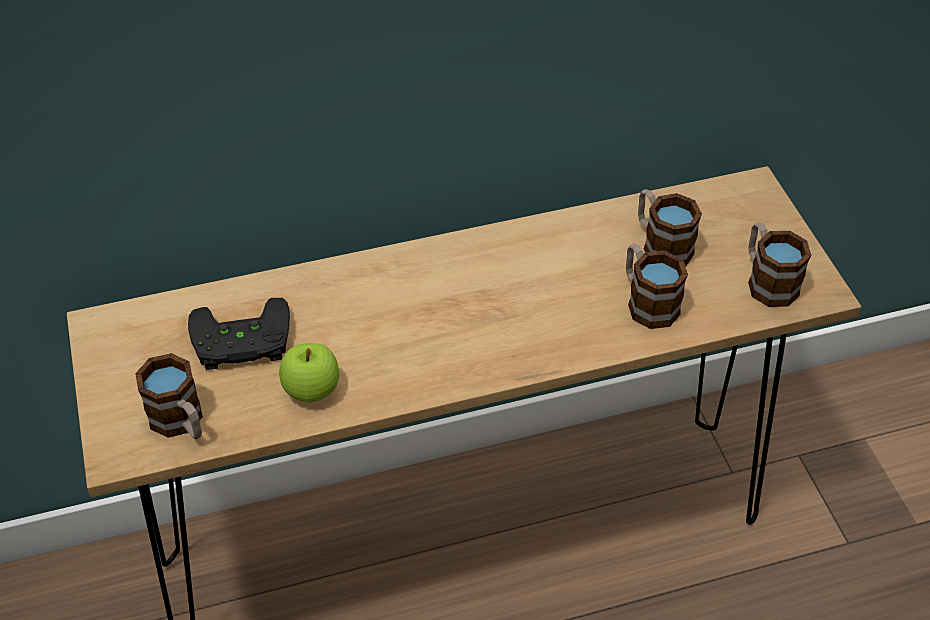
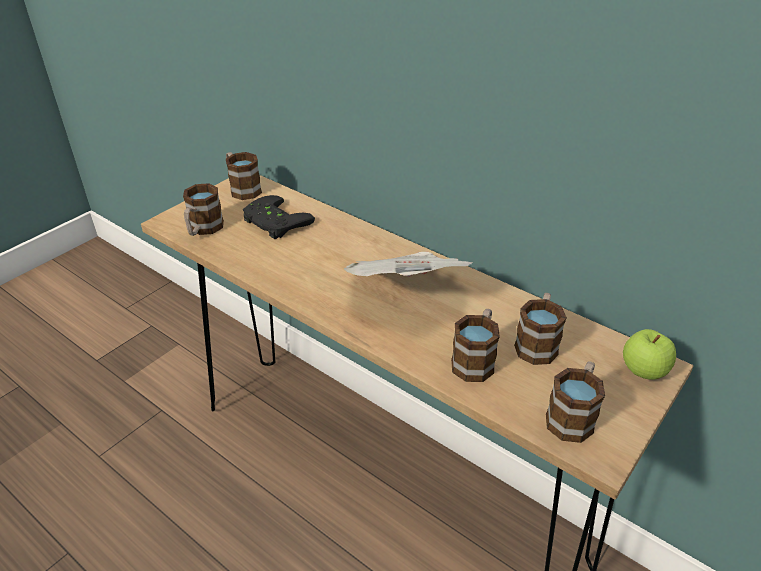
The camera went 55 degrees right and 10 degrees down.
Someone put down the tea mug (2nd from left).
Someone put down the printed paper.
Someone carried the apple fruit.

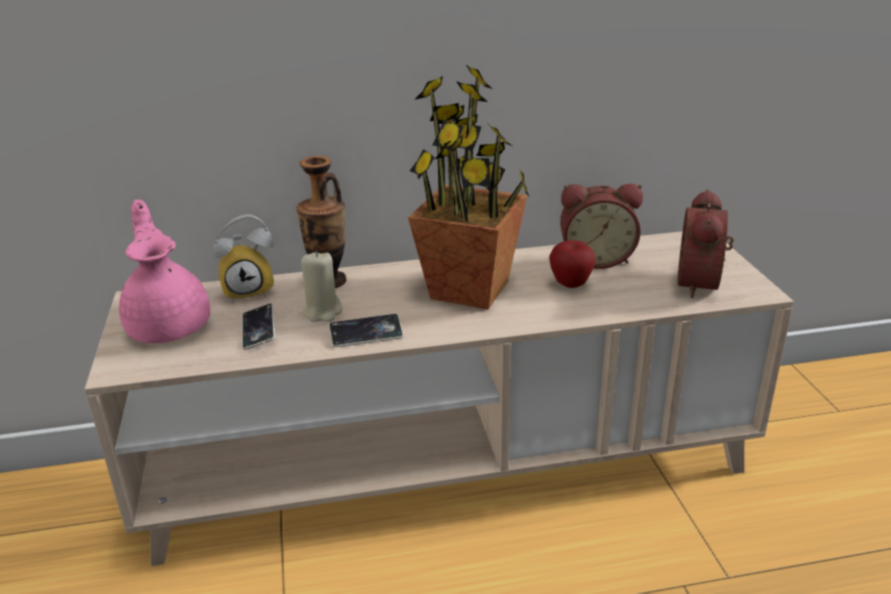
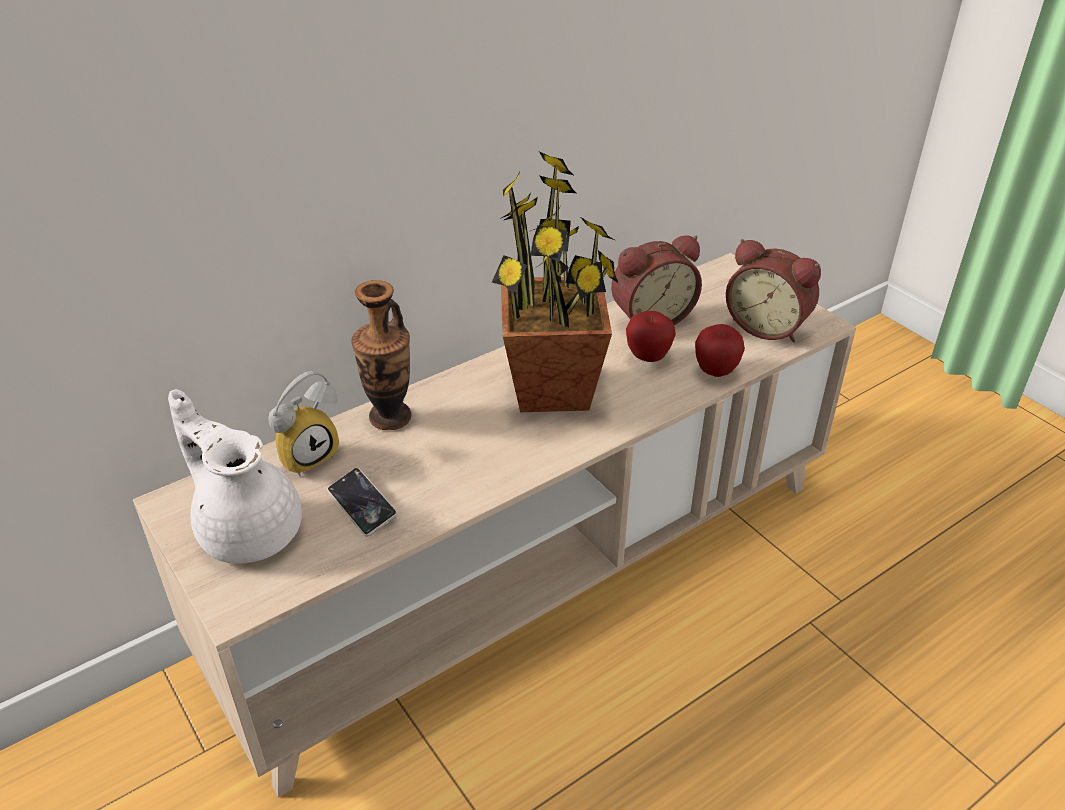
The camera went 25 degrees left and 10 degrees up.
Someone took away the wax light/sand-coloured.
Someone took away the handset (2nd from left).
Someone put down the apple fruit (2nd from left).
Someone repainted the pot for tea/pinkish, which became the pot for tea/white.
Someone rotated the bedside clock (3rd from left) by 45 degrees counterclockwise.

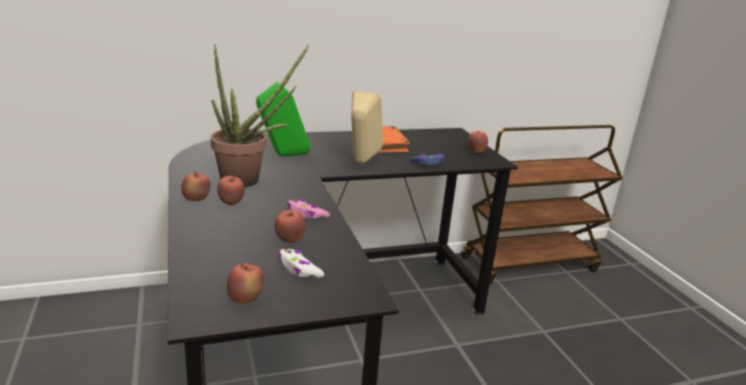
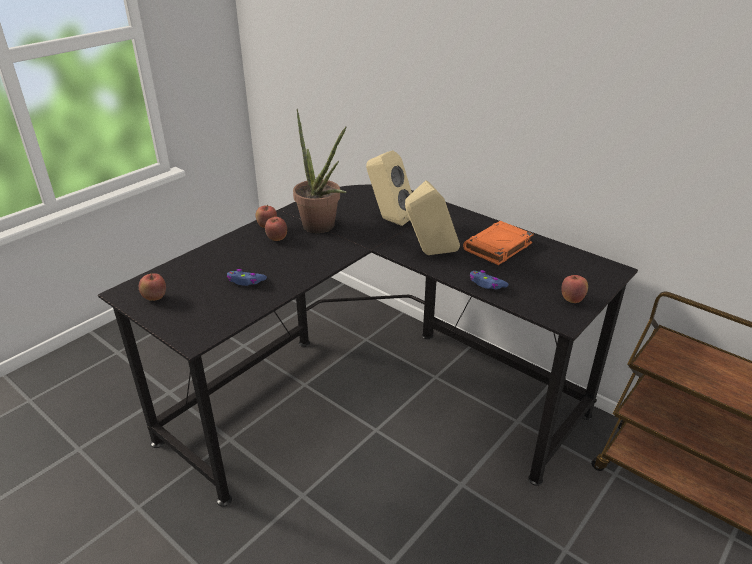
The camera went 60 degrees right and 10 degrees up.
Someone took away the joypad/white.
Someone took away the joypad/pinkish.
Someone swapped the apple fruit (4th from left) for the joypad/blue-coloured (1st from left).
Someone repainted the speaker/green-coloured, which became the speaker/sand-coloured (1st from left).

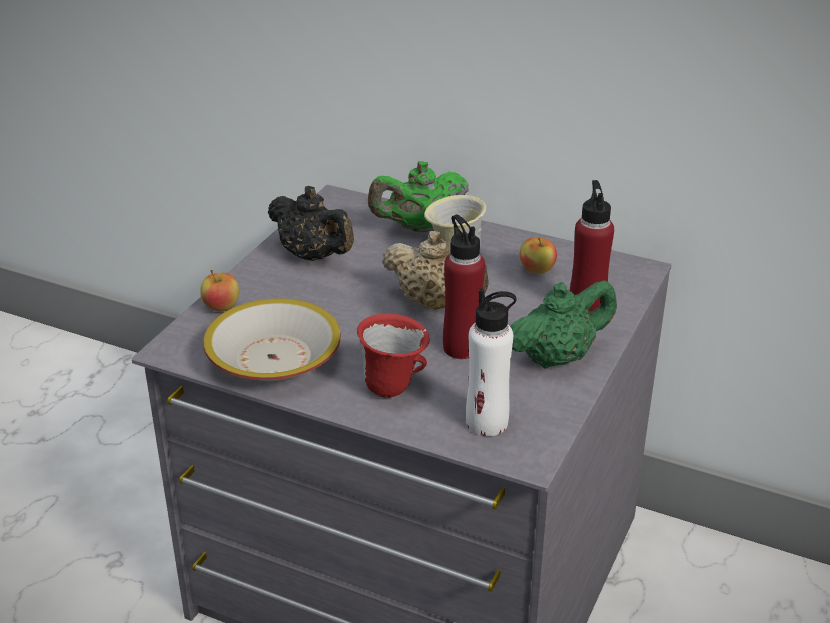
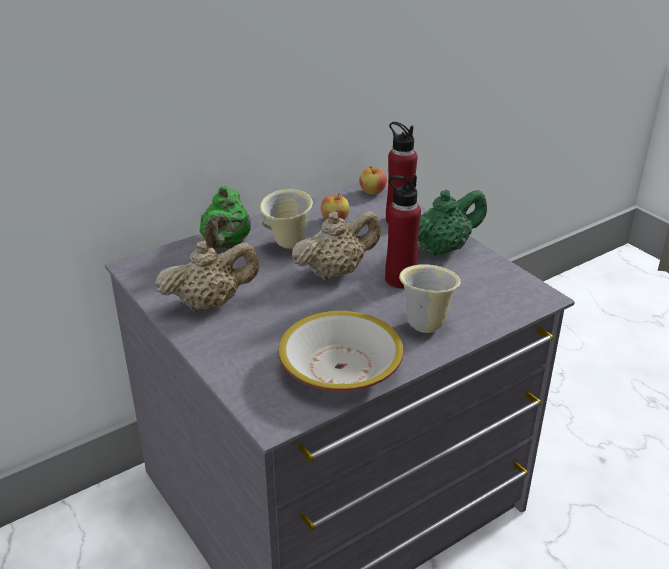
The camera went 60 degrees left and 0 degrees up.
Someone took away the drink bottle/white.
Someone carried the apple fruit (1st from left in the first image).
Someone repainted the pot for tea/blackish, which became the pot for tea/sand-coloured (1st from left).
Someone repainted the tea mug/red, which became the tea mug/sand-coloured (2nd from left).
Someone rotated the pot for tea/green-coloured (2nd from left) by 60 degrees clockwise.

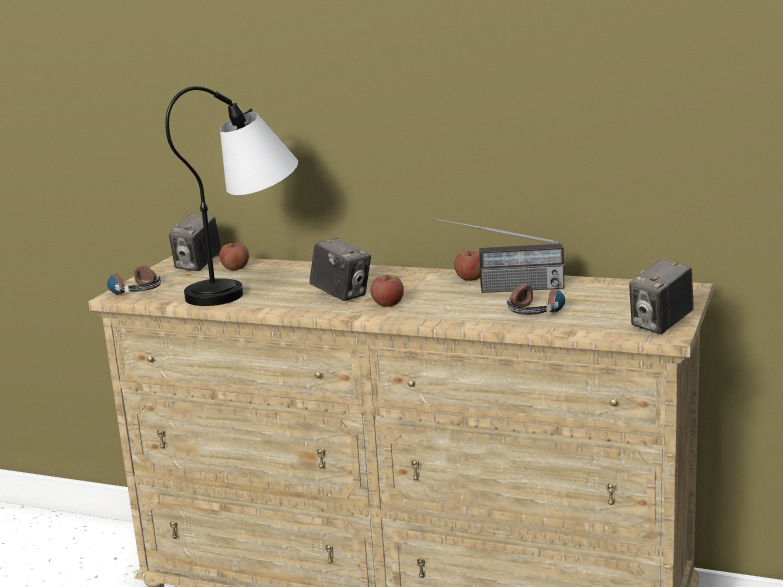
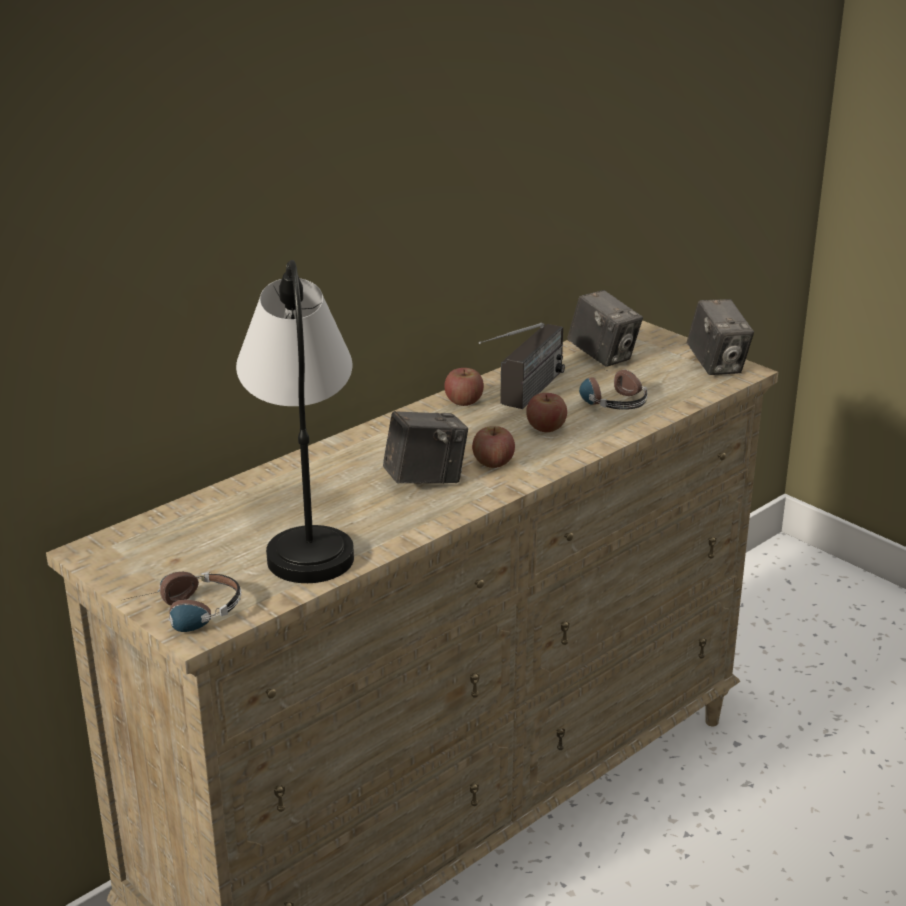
The camera went 65 degrees left and 10 degrees up.
Someone carried the still camera (1st from left in the first image).
Someone carried the apple fruit (1st from left in the first image).

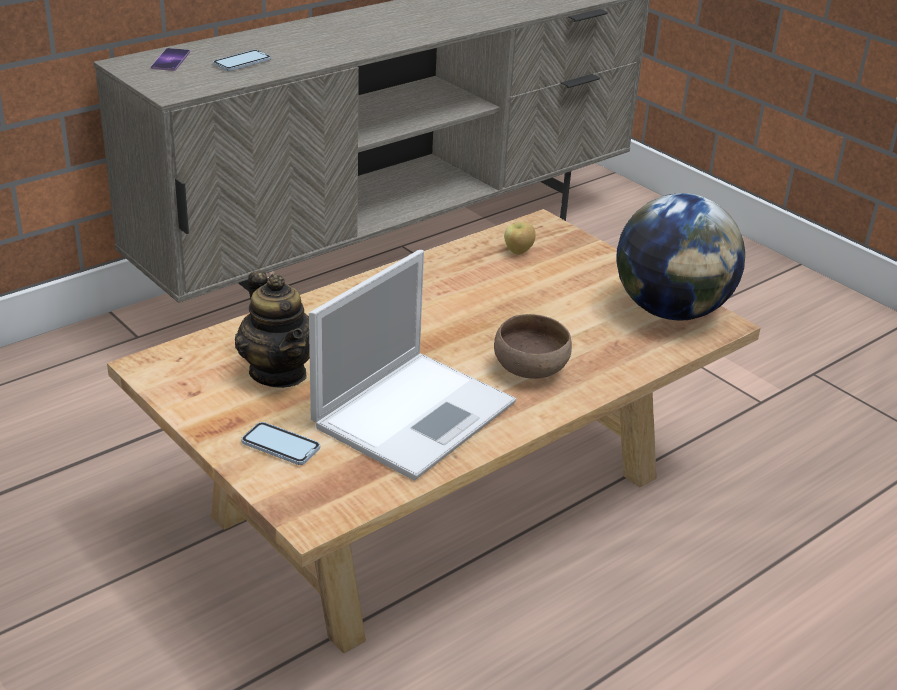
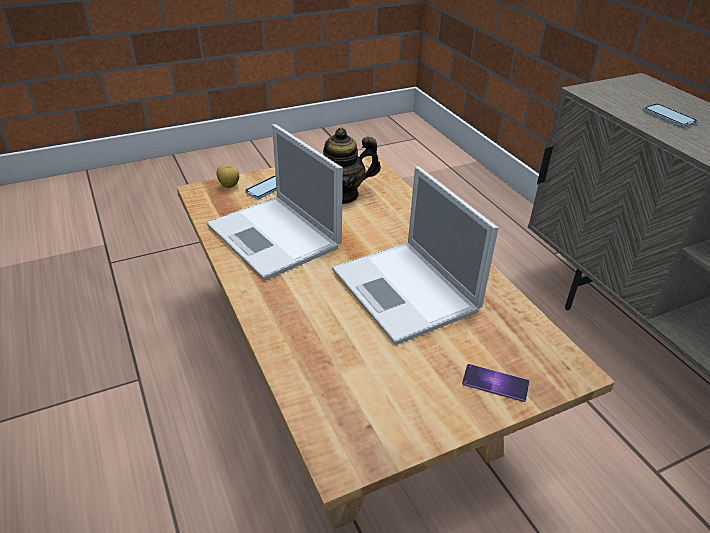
The camera went 105 degrees right and 5 degrees up.
Someone took away the serving bowl/brown-coloured.
Someone took away the globe.
Someone put down the notebook computer (2nd from left).
Someone carried the handset (1st from left in the first image).
Someone carried the apple fruit.

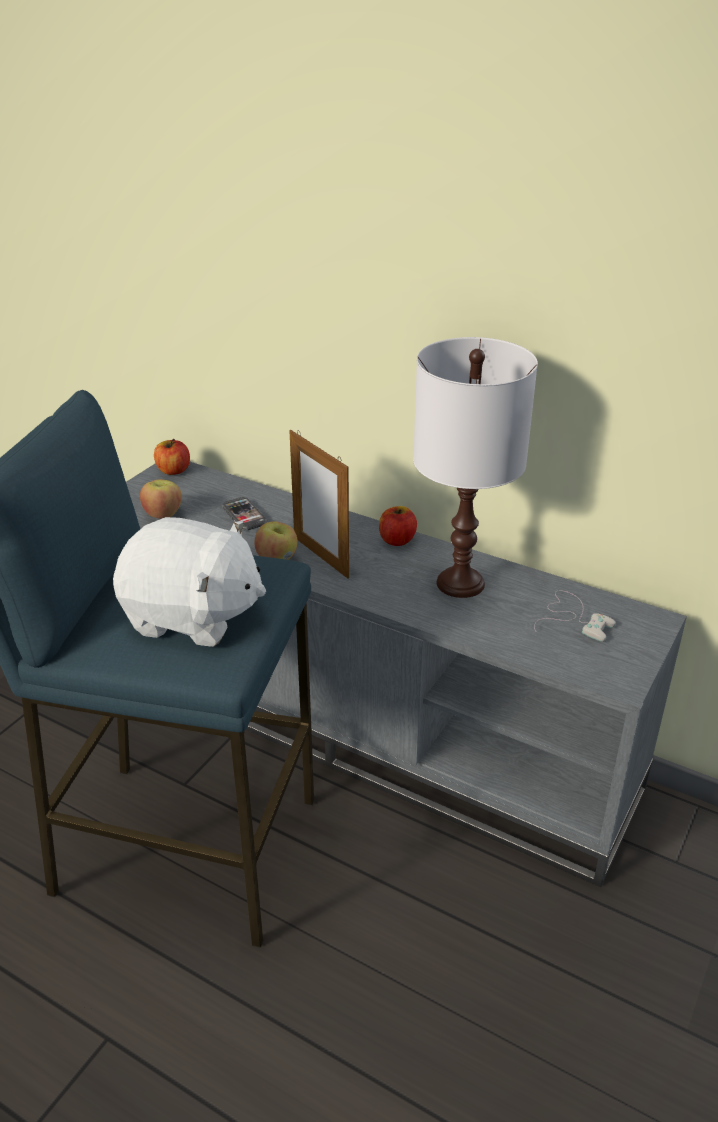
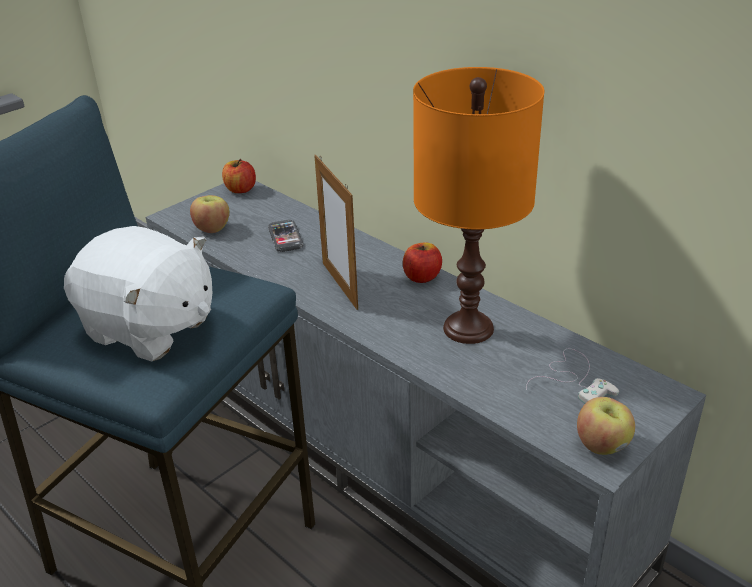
The camera went 15 degrees right and 0 degrees up.
Someone carried the apple fruit (3rd from left in the first image).
Someone repainted the lamp for a table/white, which became the lamp for a table/orange.

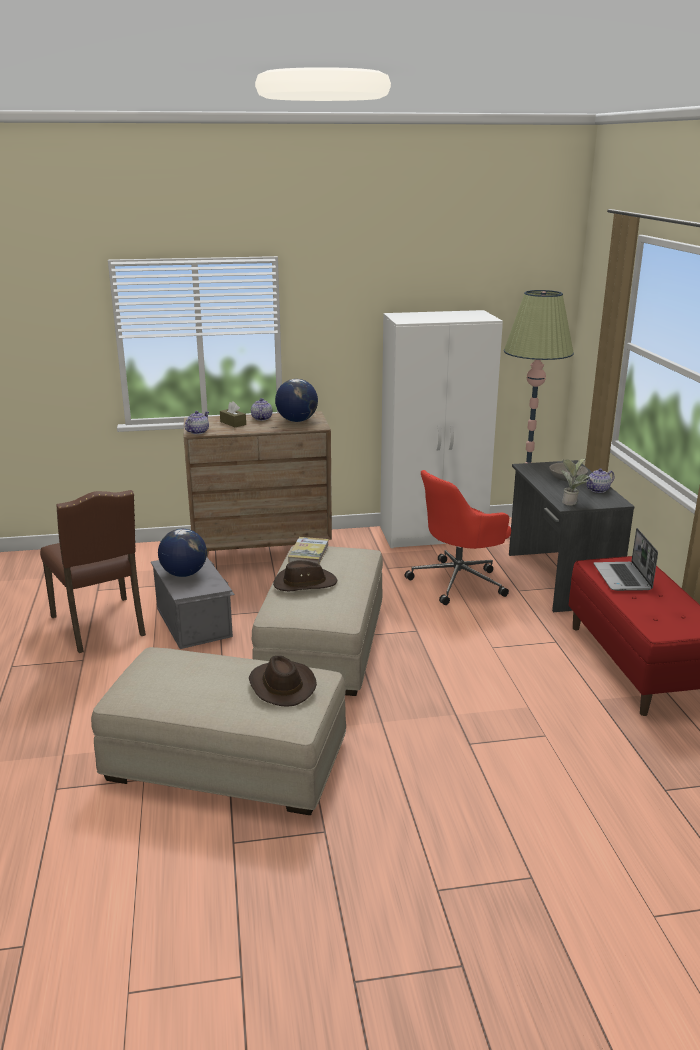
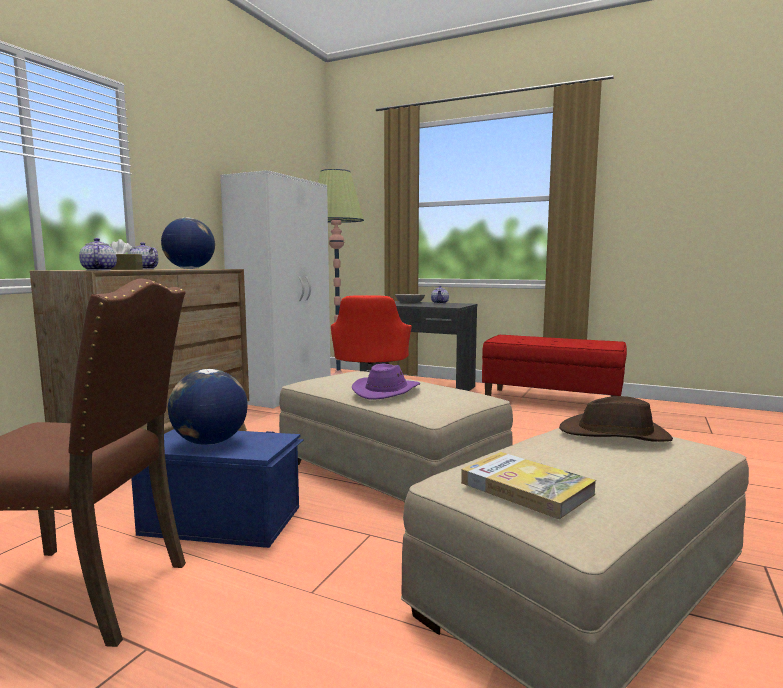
The camera went 55 degrees left and 15 degrees down.
Someone took away the houseplant.
Someone took away the notebook computer.
Someone carried the bound book.
Someone repainted the storage container/gray, which became the storage container/blue-coloured.
Someone repainted the wearable hat/brown-coloured (2nd from left), which became the wearable hat/purplish.

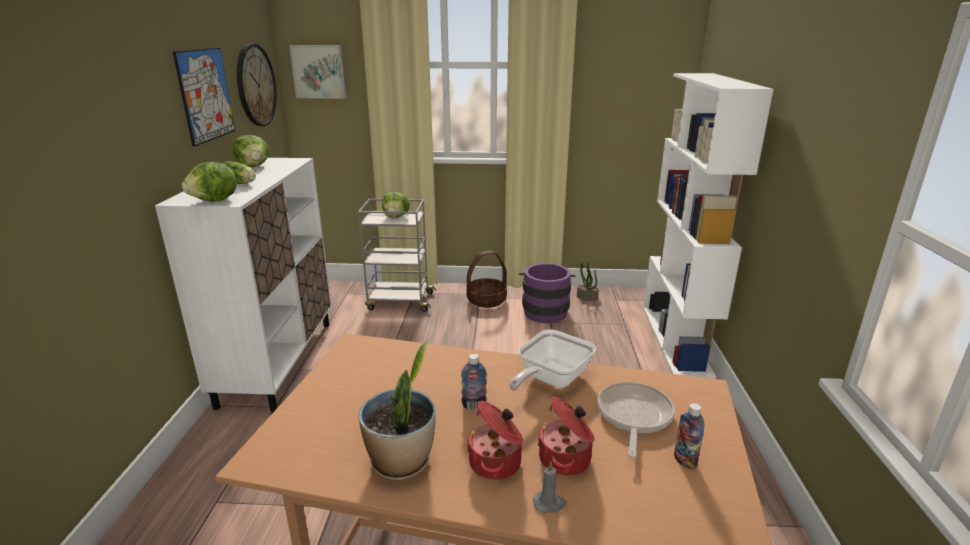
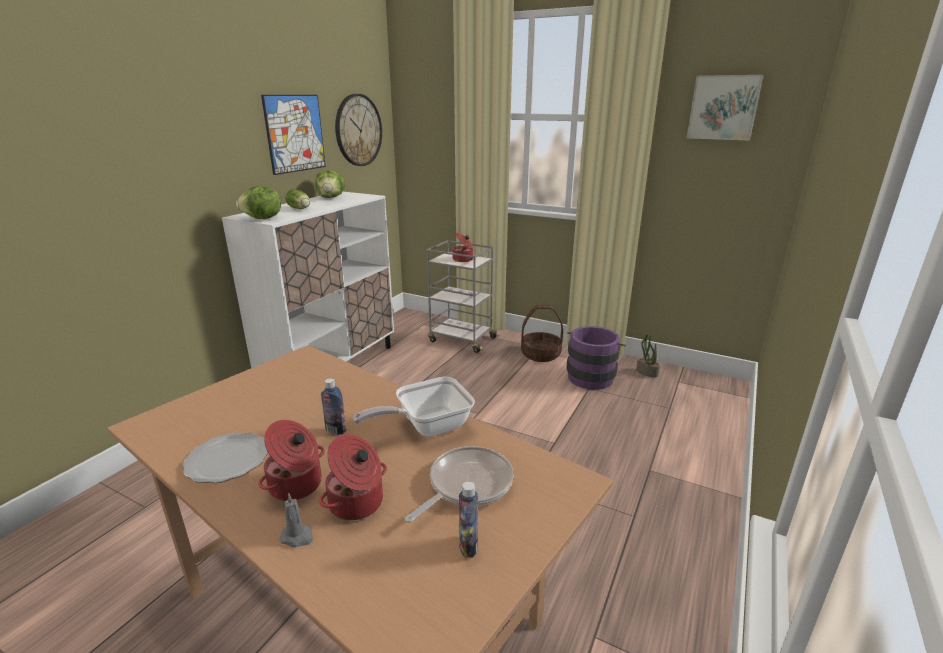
The camera went 25 degrees right and 0 degrees up.
Someone took away the bookcase/white.
Someone carried the picture (2nd from left).
Someone swapped the houseplant (1st from left) for the flat dish.
Someone swapped the lettuce head (4th from left) for the cooking pot (3rd from left).

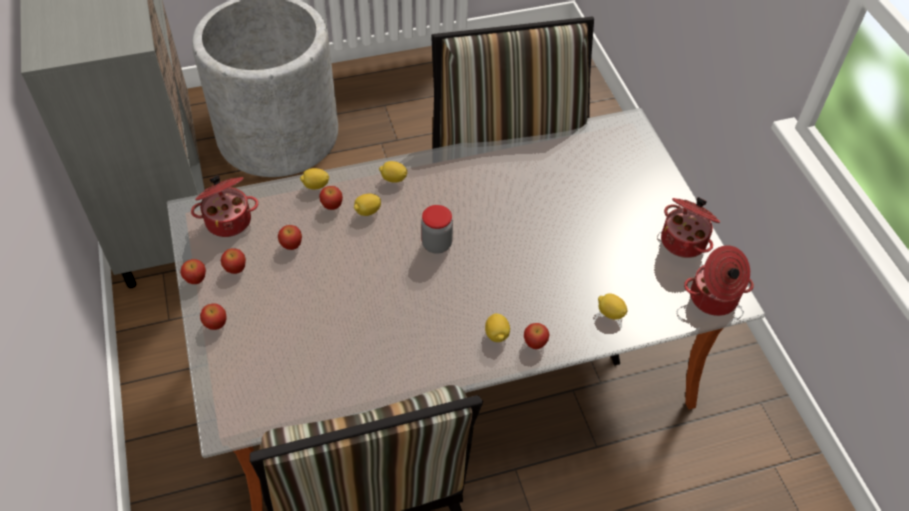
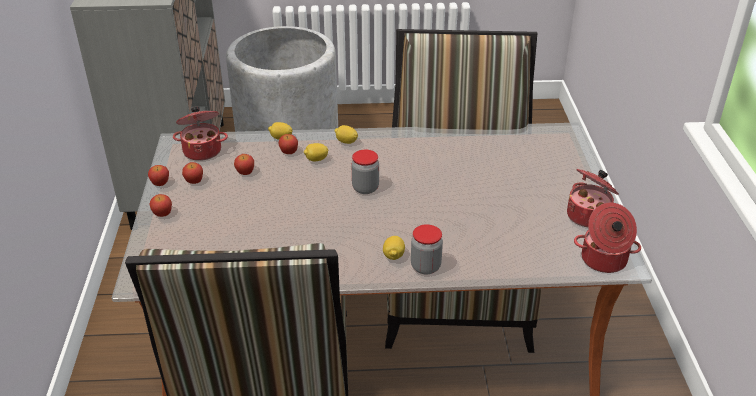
The camera went 15 degrees right and 15 degrees down.
Someone took away the citrus fruit (5th from left).
Someone swapped the apple fruit (6th from left) for the preserve jar (2nd from left).

